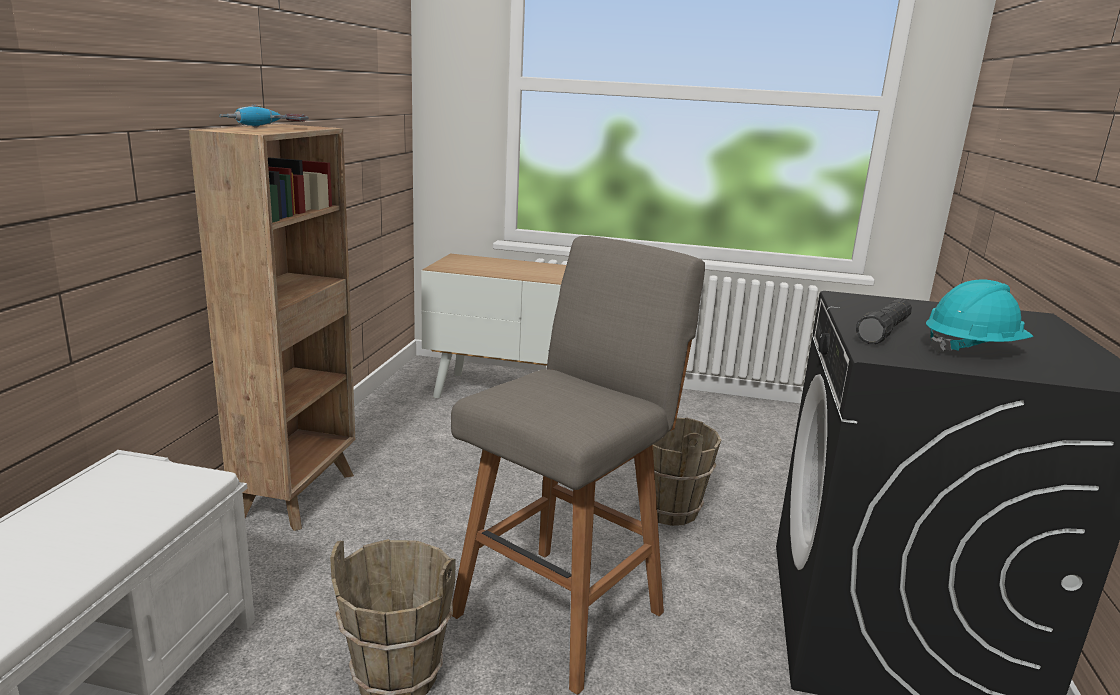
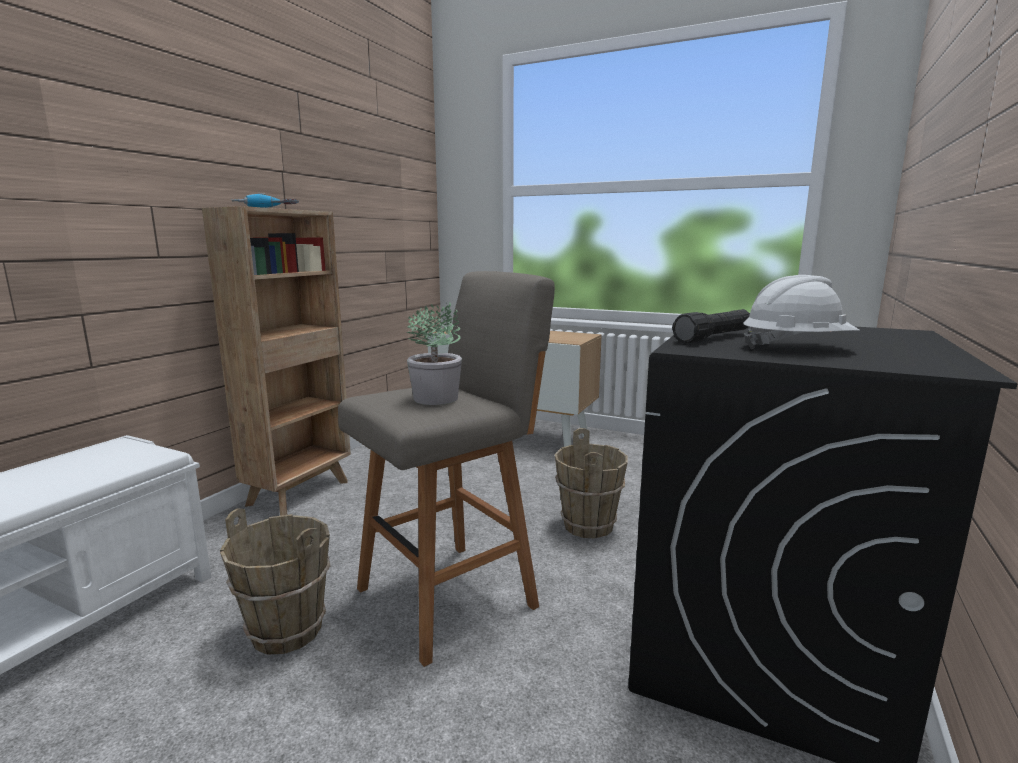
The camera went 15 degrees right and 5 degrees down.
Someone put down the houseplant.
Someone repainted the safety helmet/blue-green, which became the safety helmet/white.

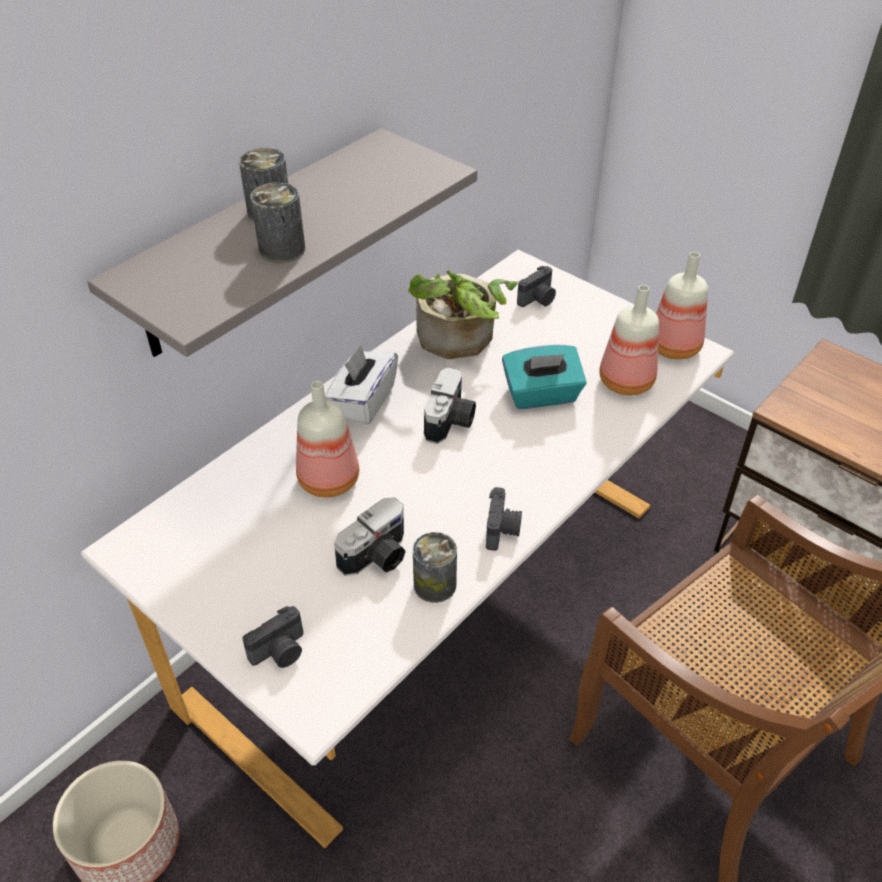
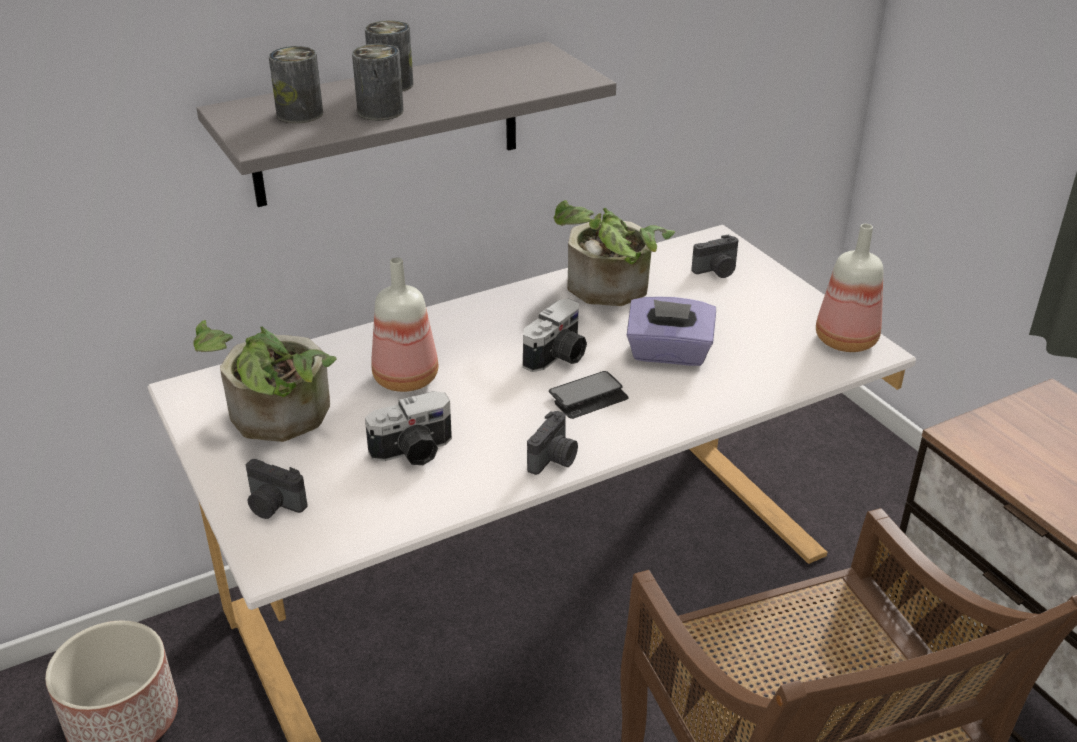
The camera went 20 degrees right and 10 degrees down.
Someone took away the tissue box/white.
Someone took away the drink bottle (2nd from left).
Someone put down the houseplant (1st from left).
Someone put down the handset.
Someone carried the sealed can (3rd from left in the first image).
Someone repainted the tissue box/blue-green, which became the tissue box/purplish.
Someone rotated the still camera (1st from left) by 45 degrees clockwise.

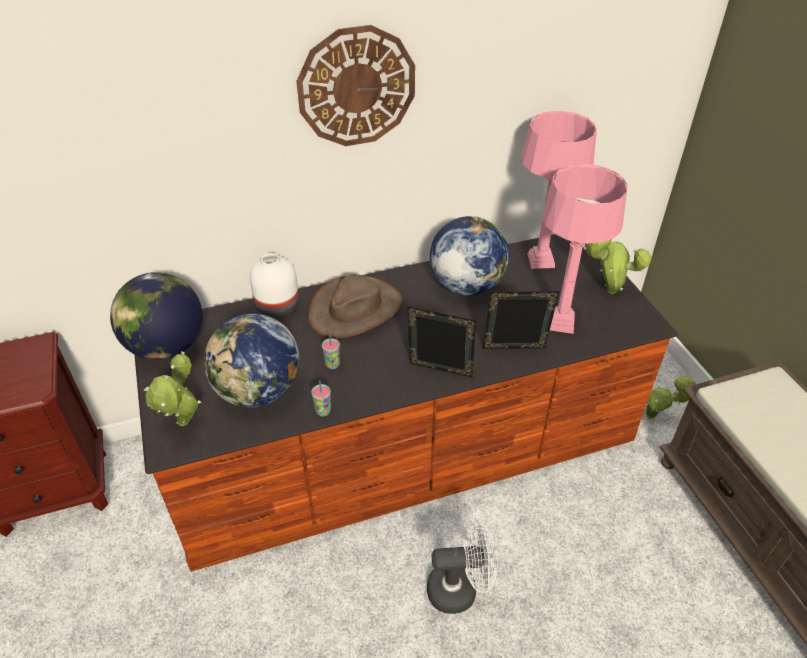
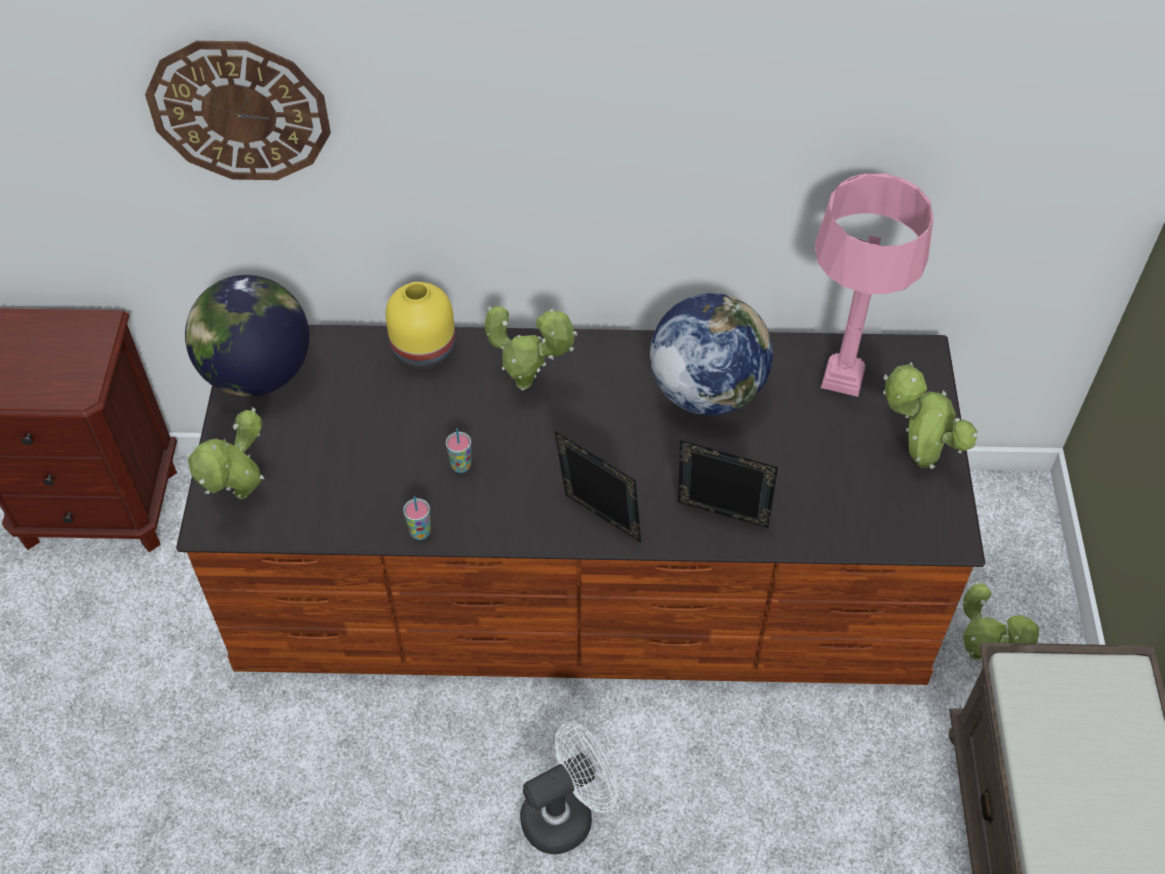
The camera went 20 degrees right and 10 degrees up.
Someone took away the globe (2nd from left).
Someone took away the lamp for a table/pinkish (2nd from left).
Someone carried the wall clock.
Someone swapped the wearable hat/brown-coloured for the houseplant (2nd from left).
Someone repainted the vase/white, which became the vase/yellow.
Someone rotated the electric fan/white by 45 degrees counterclockwise.

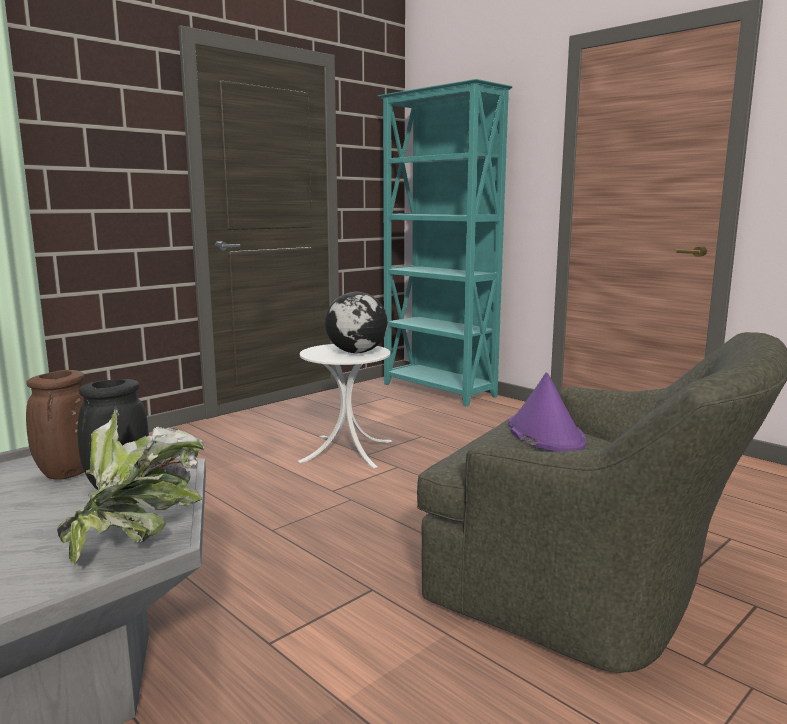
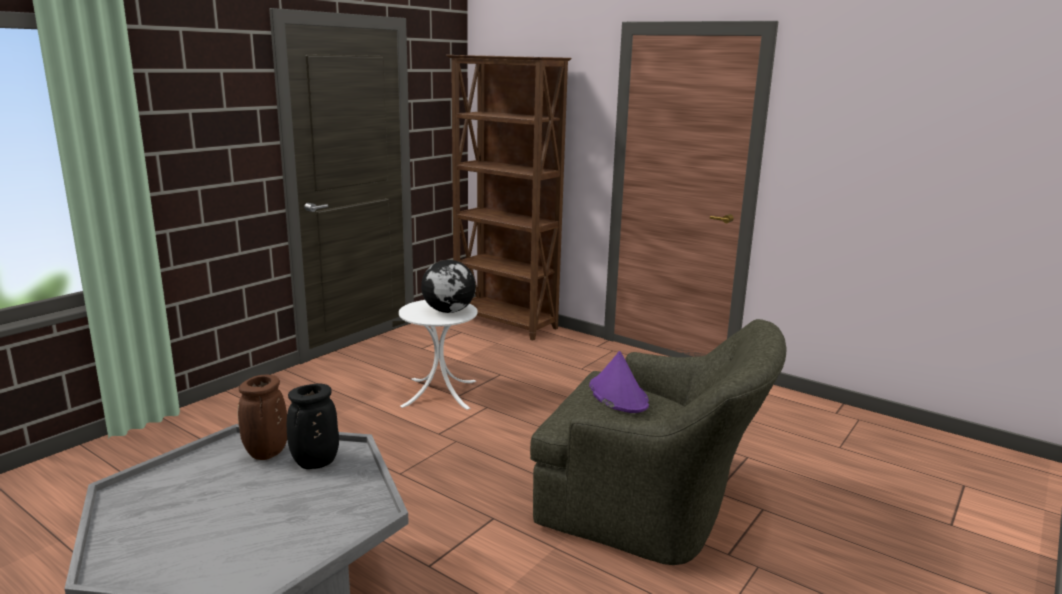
The camera went 10 degrees left and 5 degrees up.
Someone took away the houseplant.
Someone repainted the bookcase/blue-green, which became the bookcase/brown-coloured.

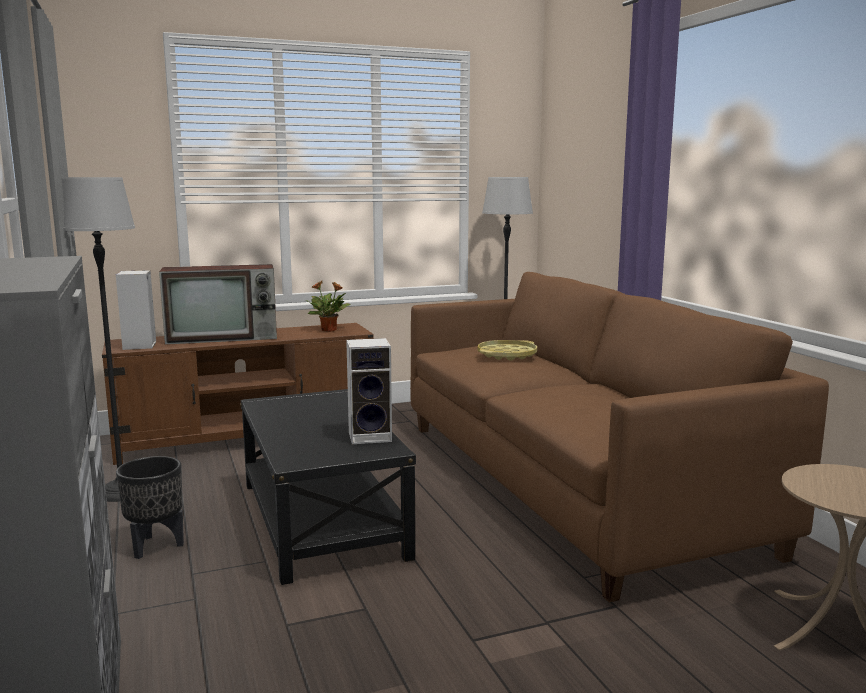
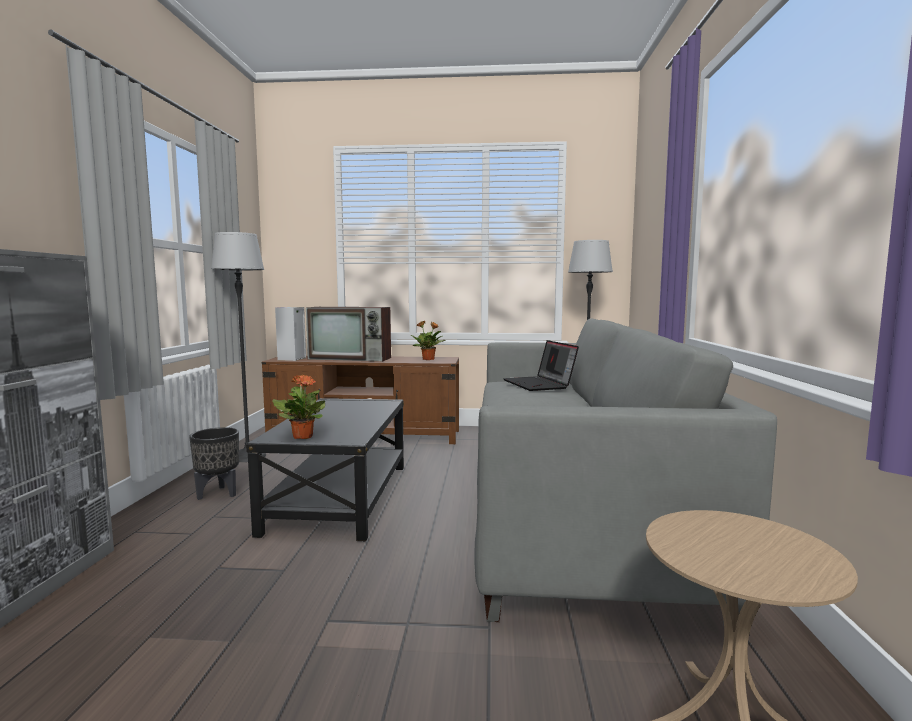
The camera went 25 degrees right and 5 degrees down.
Someone took away the speaker (2nd from left).
Someone put down the houseplant (1st from left).
Someone swapped the carrying tray/yellow for the notebook computer.
Someone repainted the sofa/brown-coloured, which became the sofa/gray.

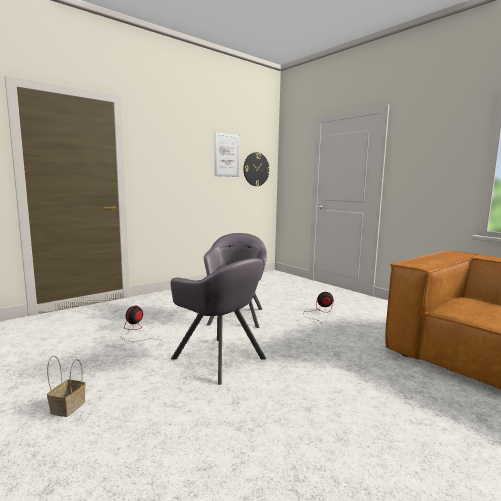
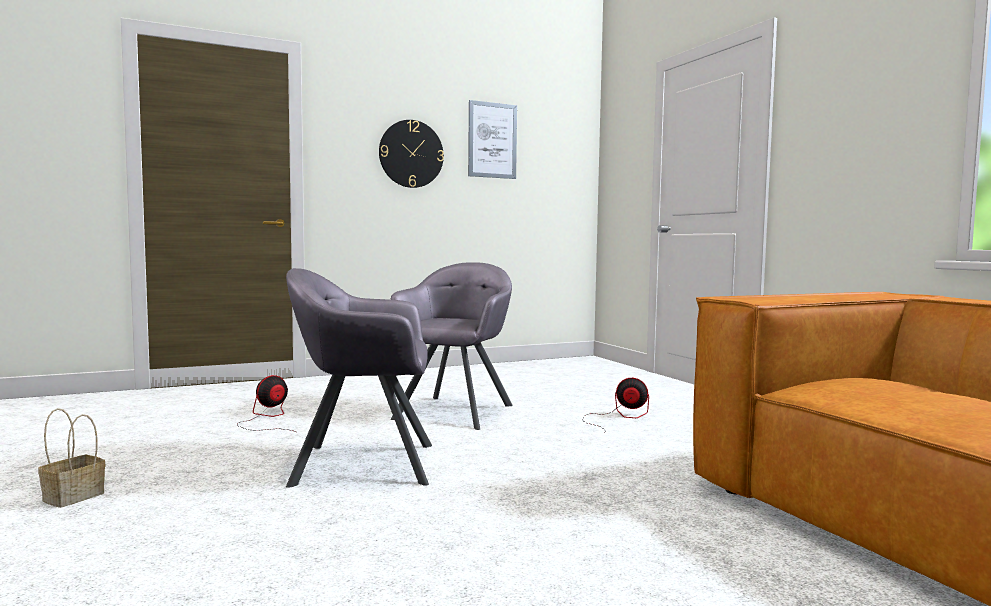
The camera went 15 degrees right and 5 degrees down.
Someone carried the wall clock.
Someone rotated the lounge chair/gray (1st from left) by 120 degrees clockwise.

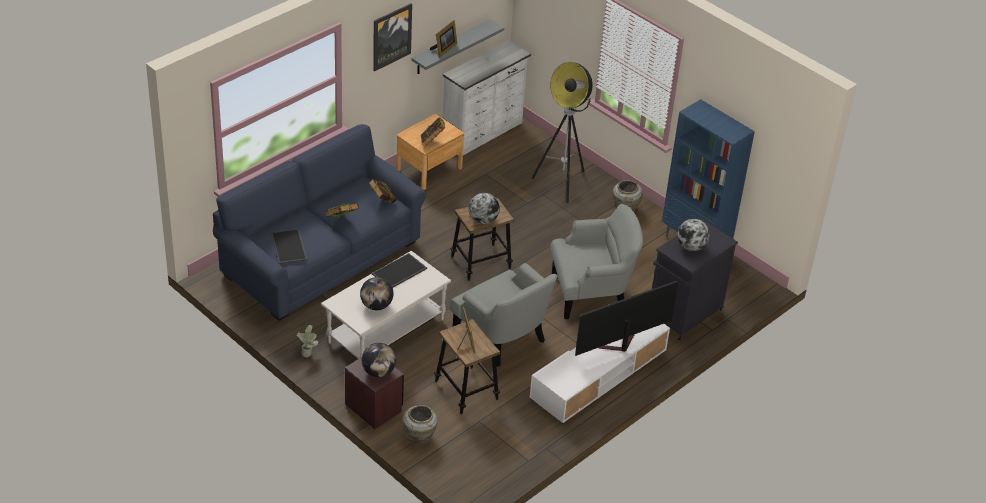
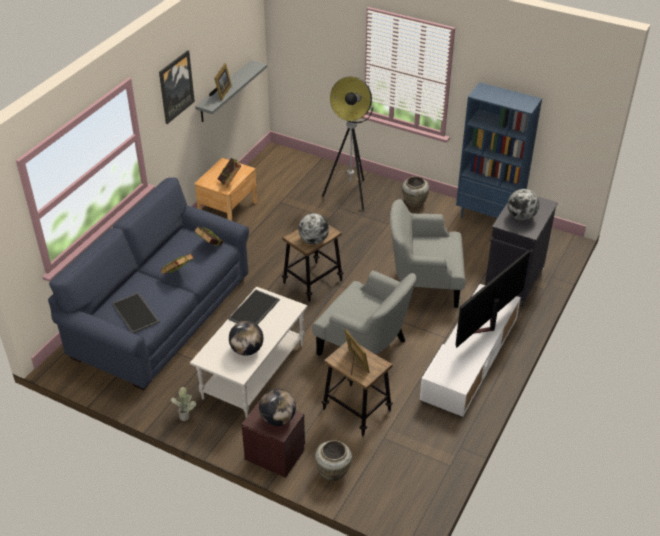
The camera went 15 degrees left and 0 degrees up.
Someone took away the chest of drawers/white.
Someone rotated the lounge chair/gray (2nd from left) by 150 degrees counterclockwise.

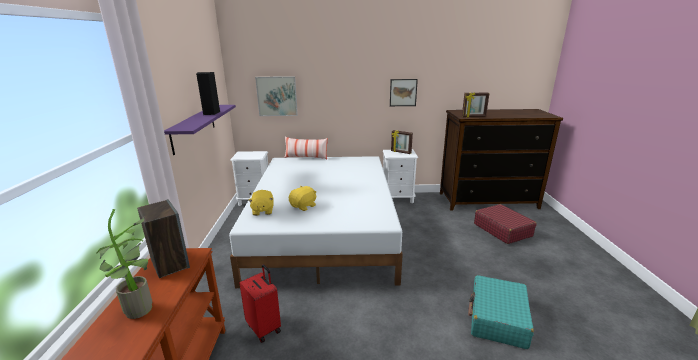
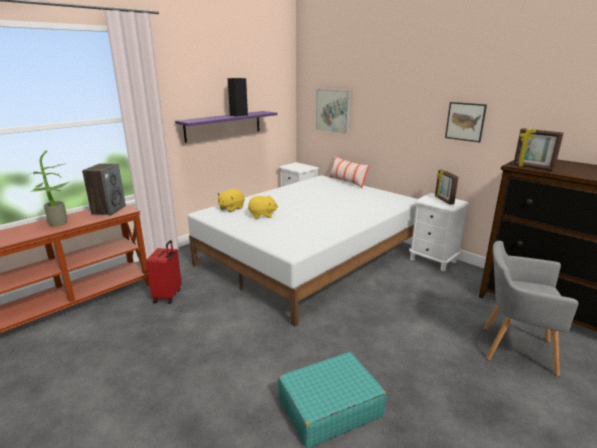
The camera went 45 degrees right and 0 degrees up.
Someone swapped the travel case/red (2nd from left) for the lounge chair/gray.

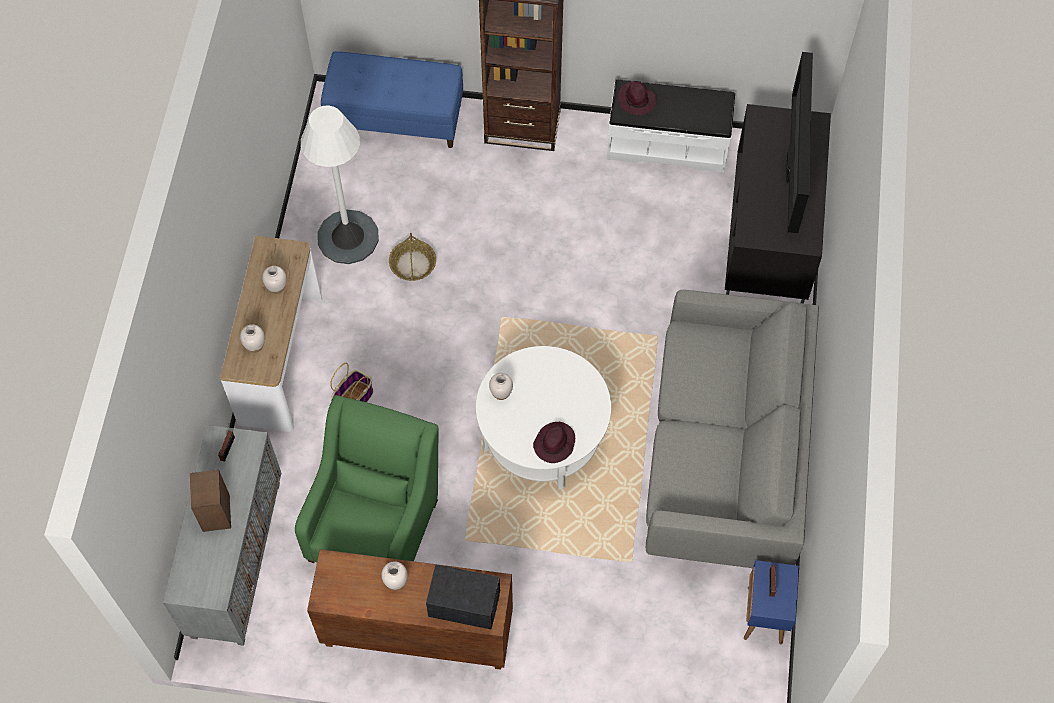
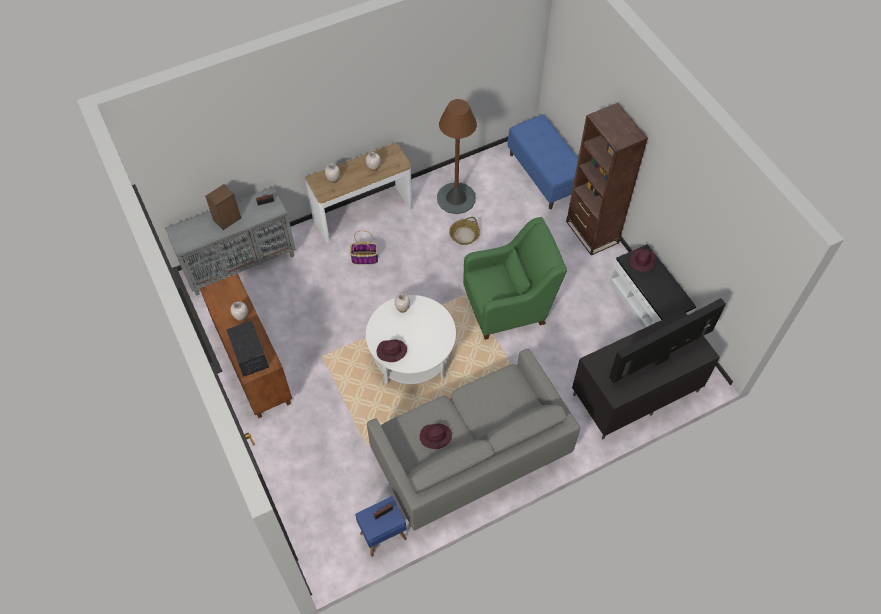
The camera went 55 degrees right and 5 degrees down.
Someone put down the wearable hat/purplish (2nd from left).
Someone carried the lounge chair/green-coloured.
Someone repainted the standard lamp/white, which became the standard lamp/brown-coloured.

